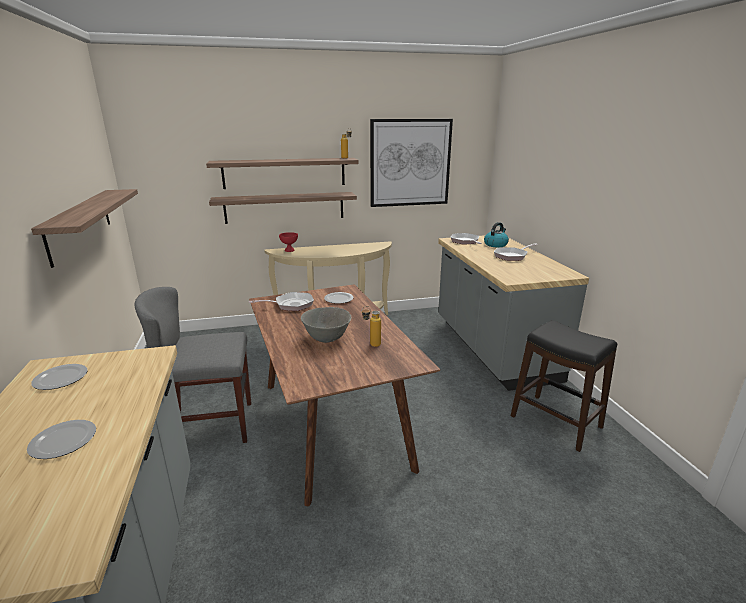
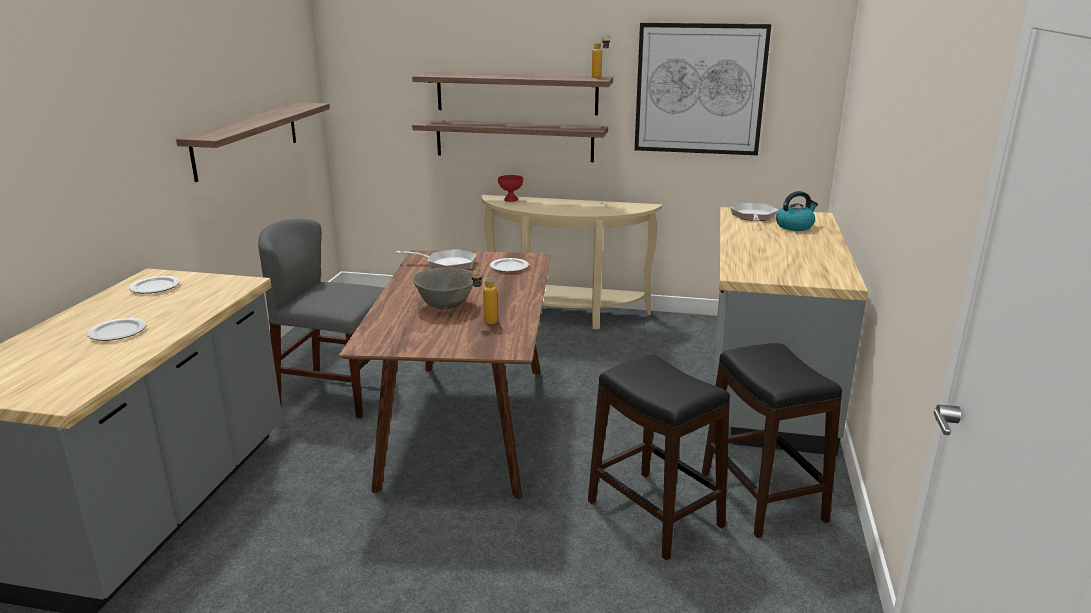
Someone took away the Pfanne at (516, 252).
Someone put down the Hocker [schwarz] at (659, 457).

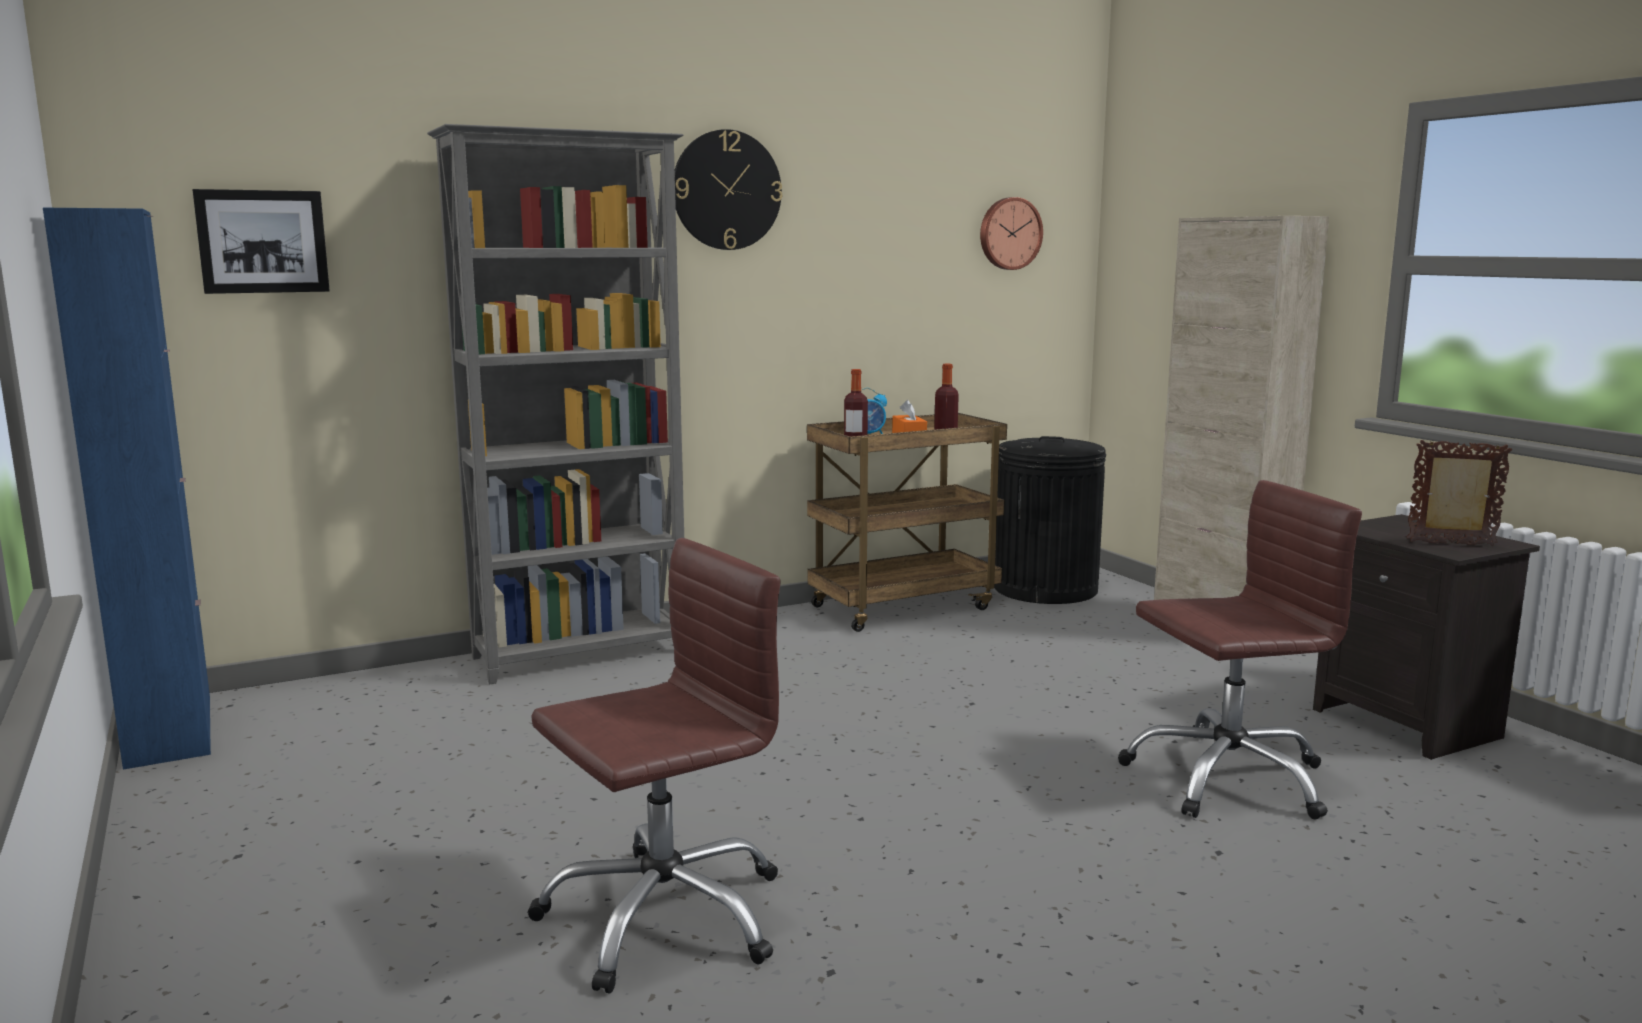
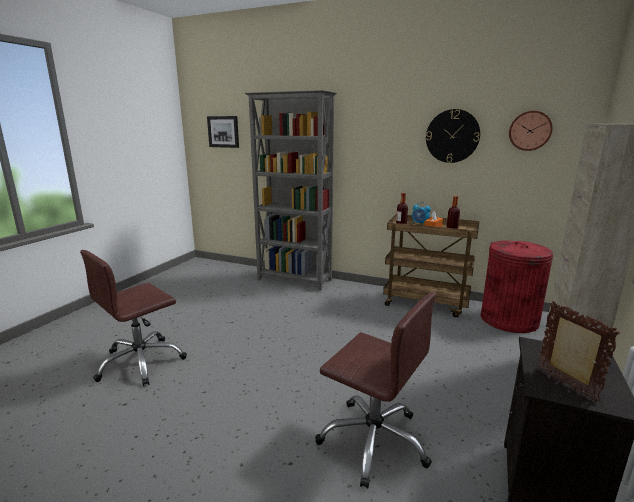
Someone took away the Schrank [blau] at (127, 489).
Someone carried the Wanduhr from (728, 189) to (453, 136).
Someone repainted the Mülleimer [schwarz] at (1050, 520), which became the Mülleimer [rot] at (517, 287).
Someone rotated the Bürostuhl [braun] at (654, 765) by 120 degrees clockwise.

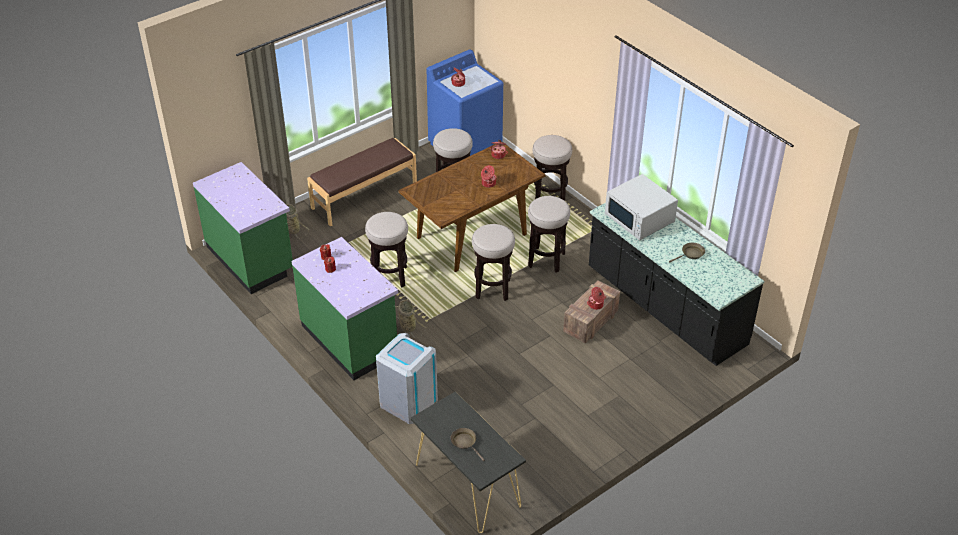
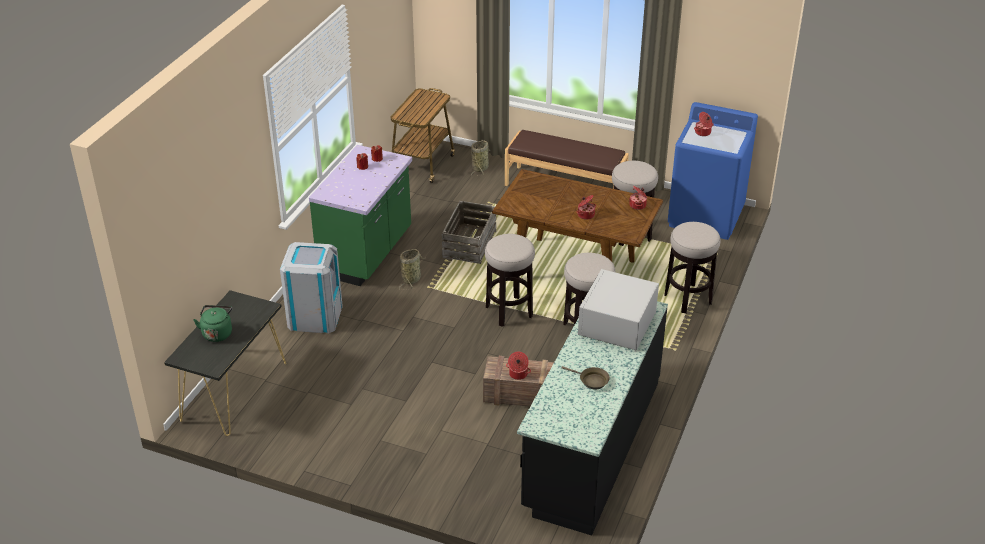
Someone swapped the Küchenzeile [grün] at (243, 228) for the Rollwagen at (423, 135).
Someone swapped the Hocker at (386, 249) for the Kiste at (469, 232).
Someone swapped the Pfanne [braun] at (468, 444) for the Wasserkessel [grün] at (212, 323).

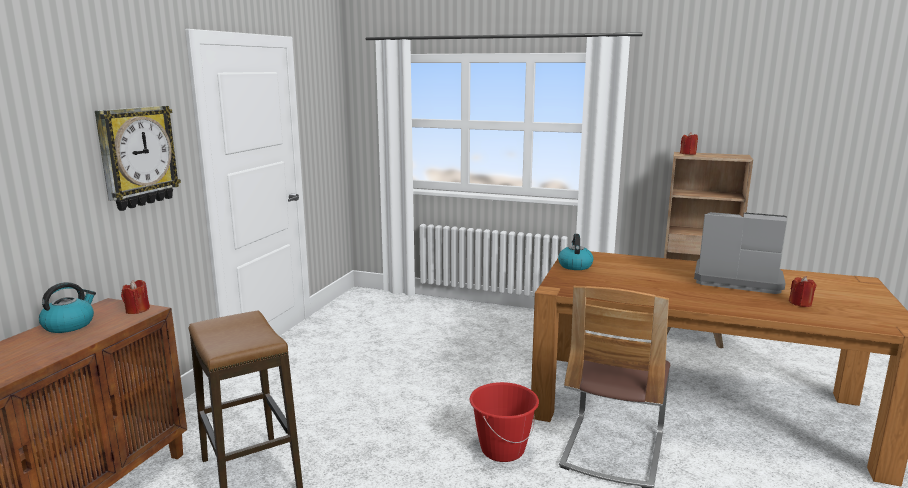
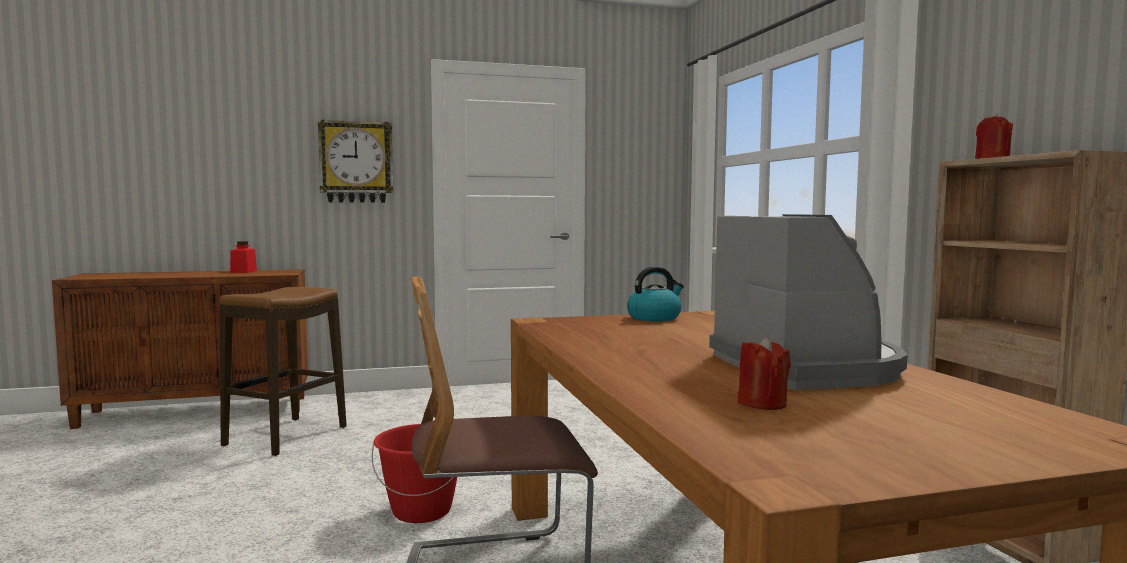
Someone took away the Kerze [rot] at (135, 297).
Someone swapped the Wasserkessel at (67, 307) for the Vorratsglas [rot] at (243, 257).

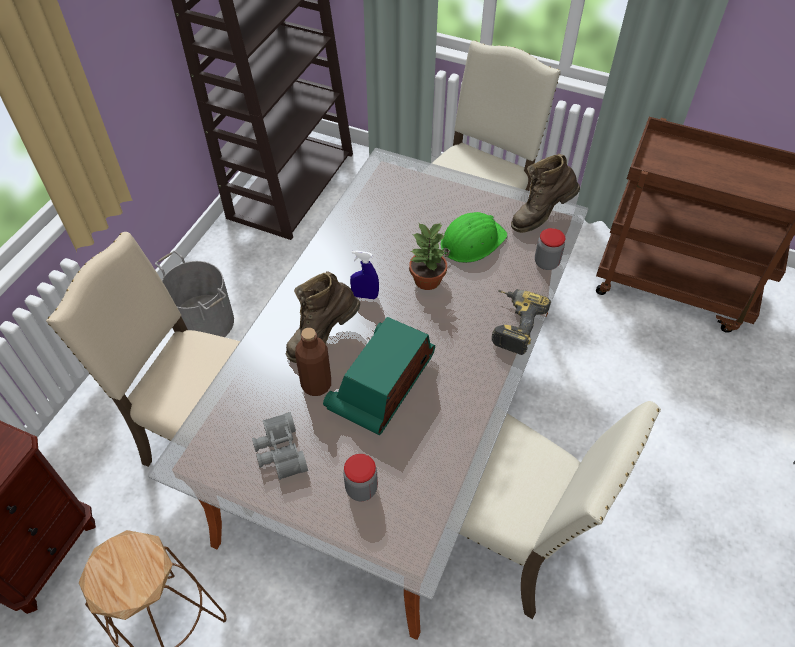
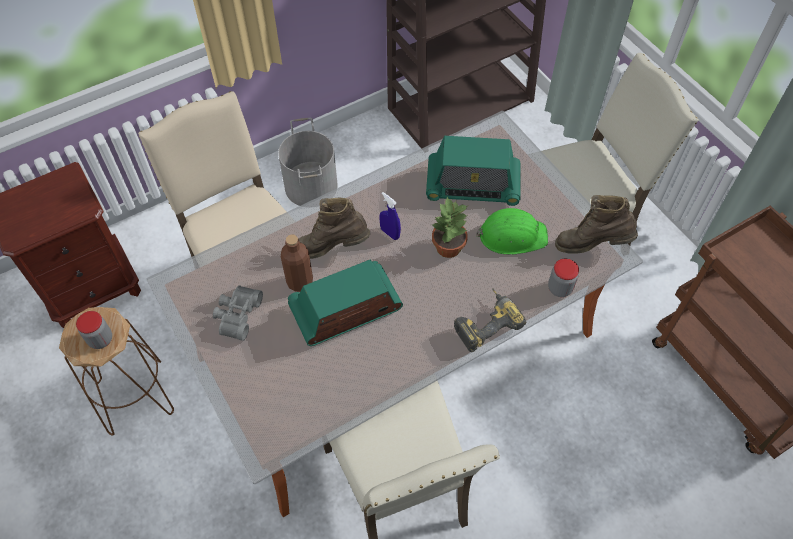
Someone put down the Radio at (473, 171).
Someone carried the Vorratsglas from (360, 477) to (94, 330).

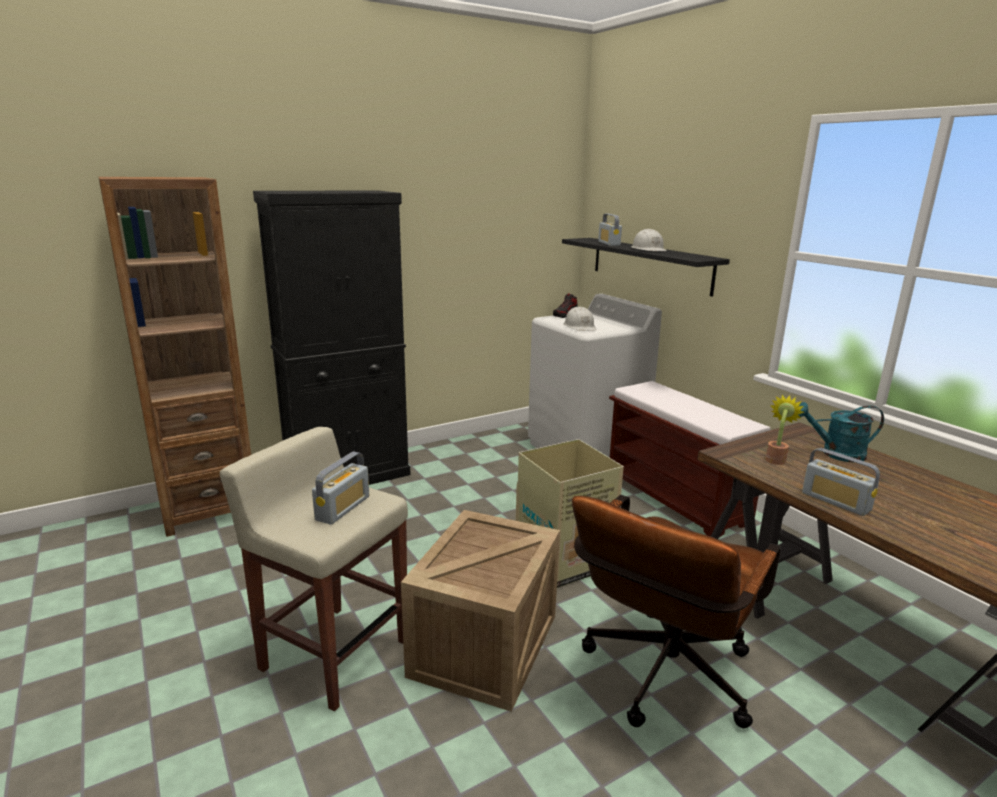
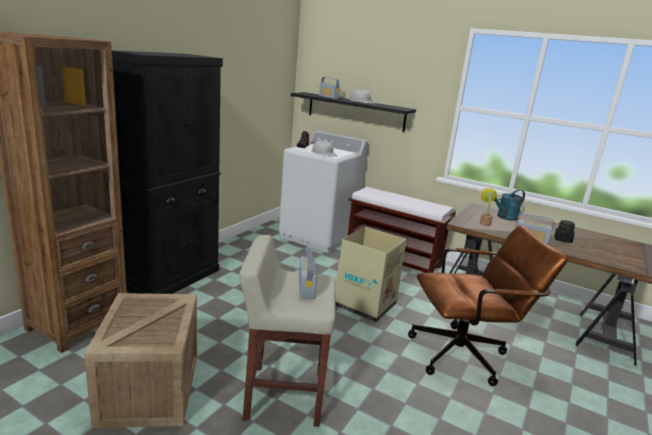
Someone put down the Vorratsglas [schwarz] at (564, 231).
Someone carried the Kiste from (480, 611) to (140, 360).
Someone rotated the Bürostuhl [braun] at (676, 612) by 105 degrees counterclockwise.

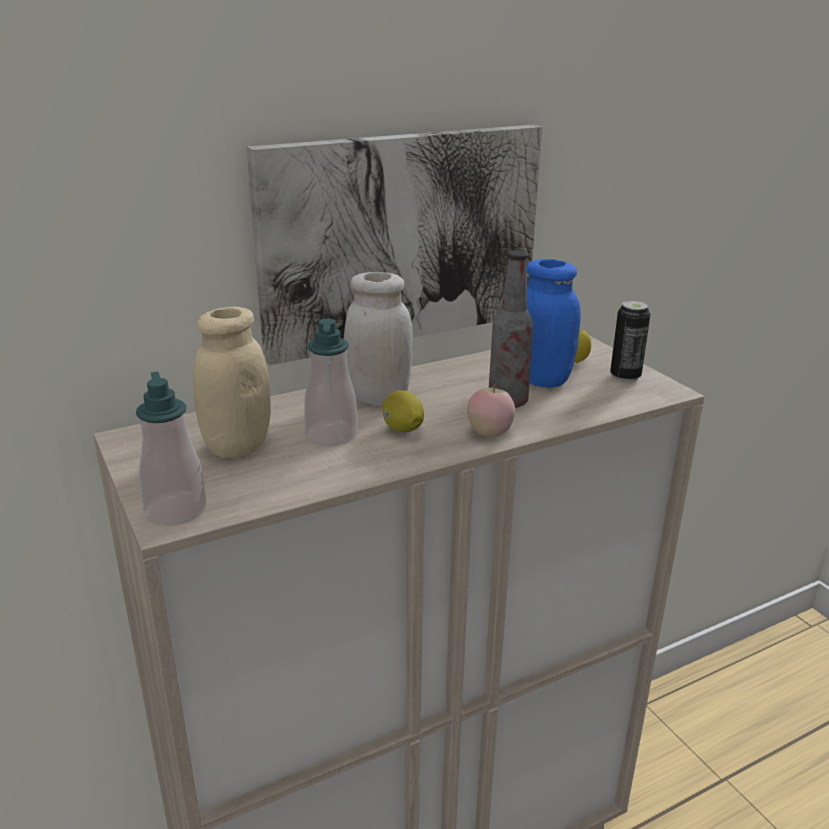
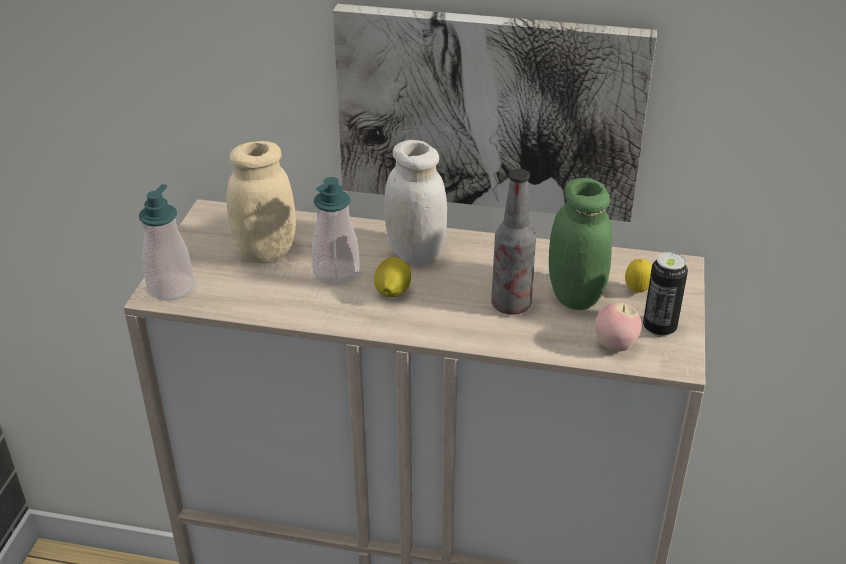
Someone carried the Apfel from (491, 410) to (618, 327).
Someone repainted the Vorratsglas [blau] at (554, 323), which became the Vorratsglas [grün] at (580, 244).

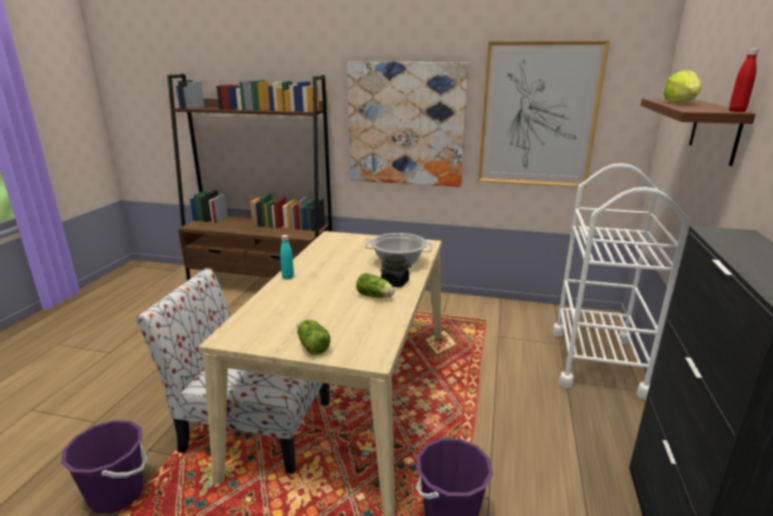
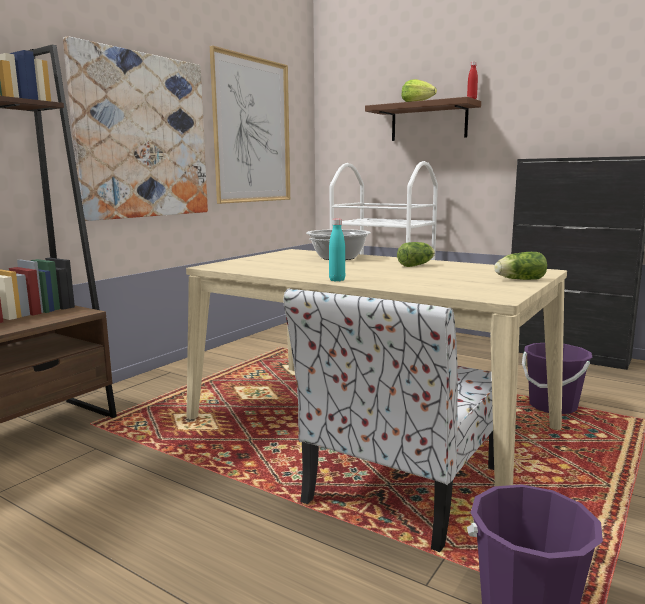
Someone took away the Vorratsglas [schwarz] at (396, 270).

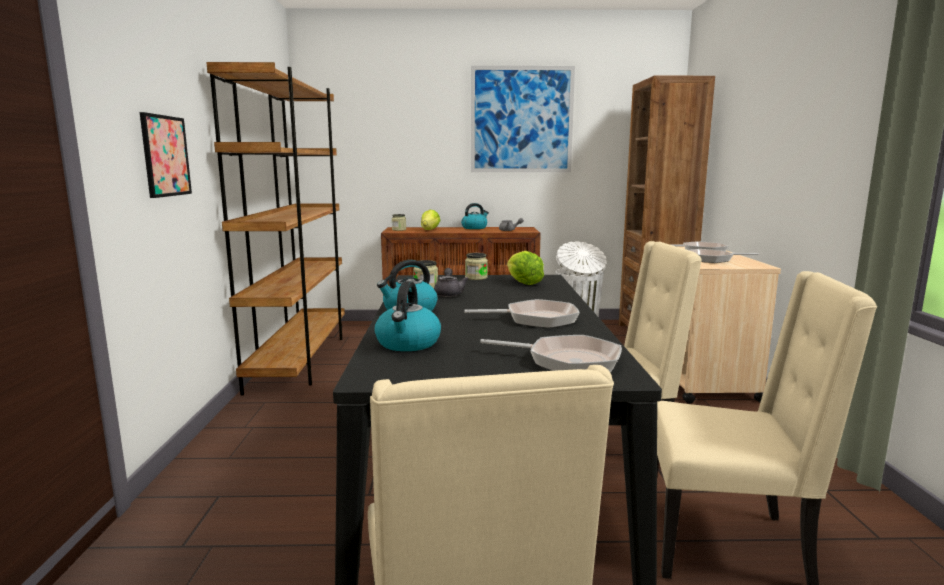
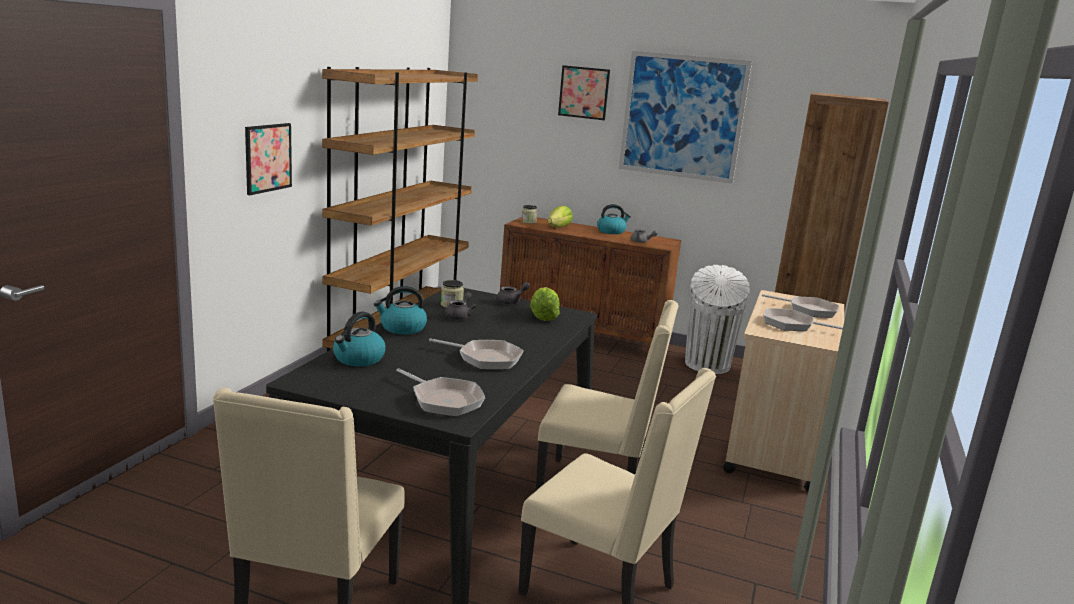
Someone put up the Bild at (584, 92).
Someone swapped the Vorratsglas at (476, 266) for the Teekanne [grau] at (513, 293).

